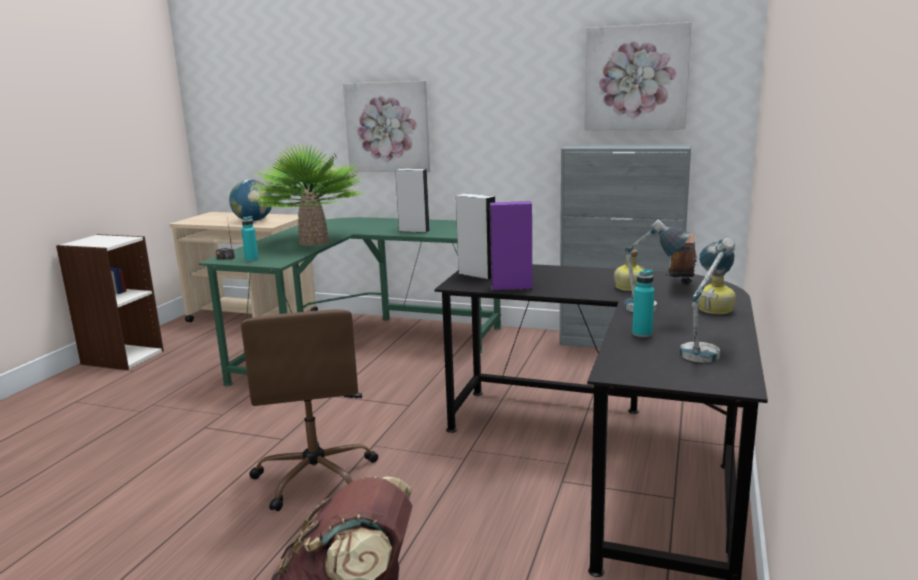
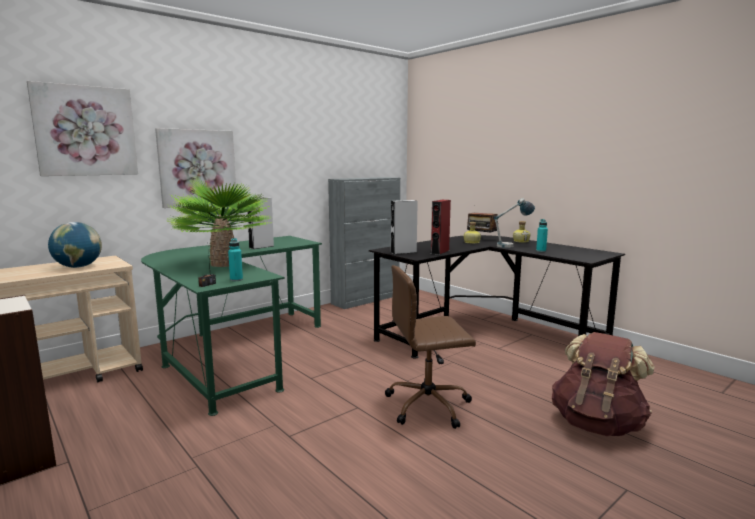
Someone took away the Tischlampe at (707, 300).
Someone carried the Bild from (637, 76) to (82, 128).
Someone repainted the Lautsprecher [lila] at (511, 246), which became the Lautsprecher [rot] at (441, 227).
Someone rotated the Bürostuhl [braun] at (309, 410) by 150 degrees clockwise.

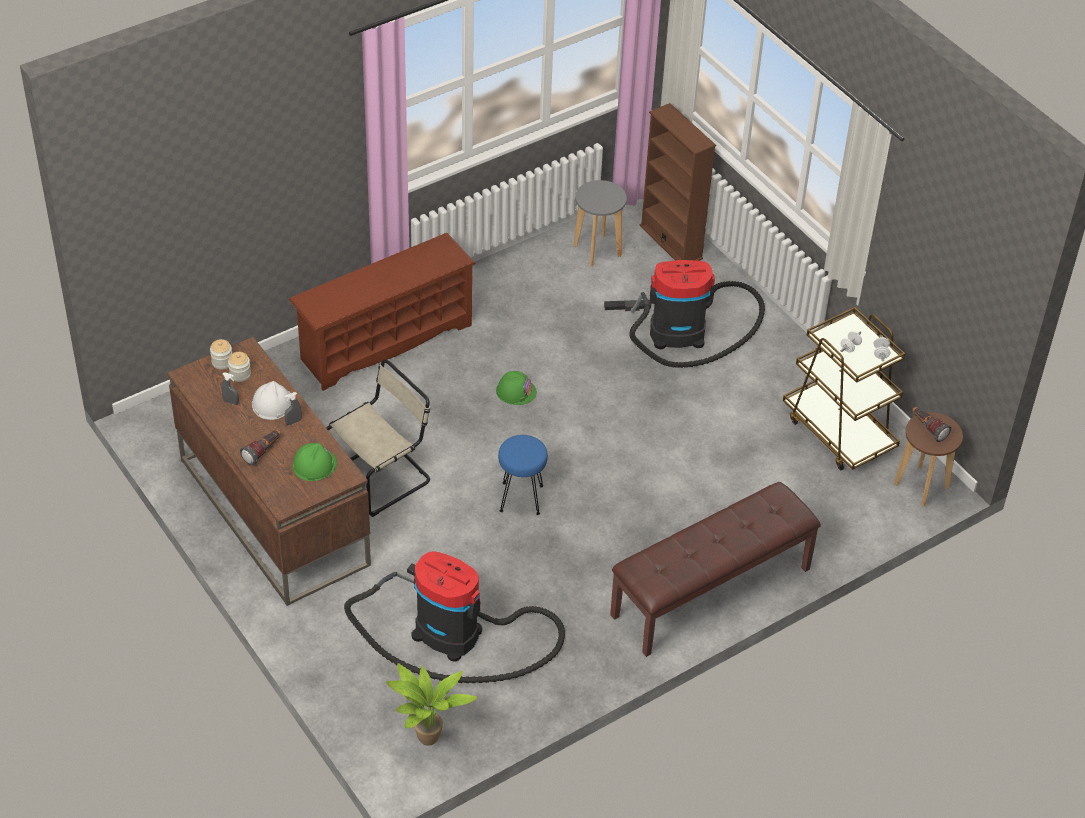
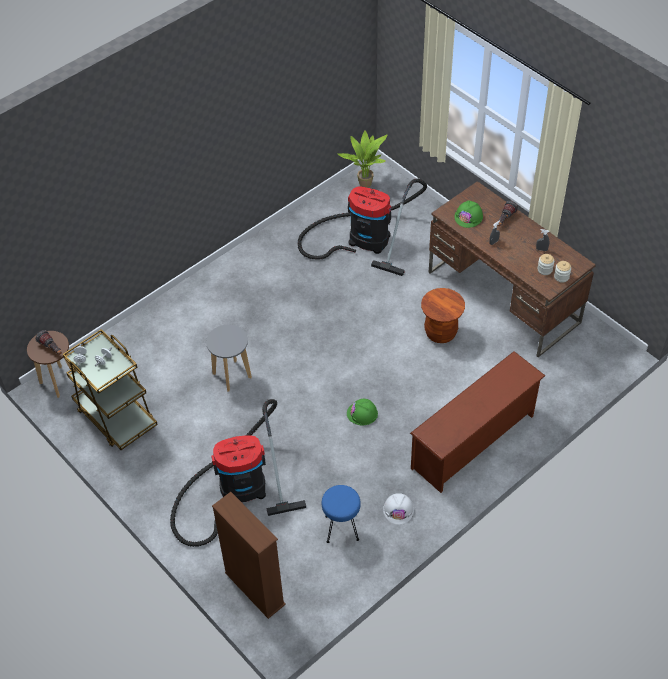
Someone took away the Bank [braun] at (715, 569).
Someone carried the Schutzhelm [weiß] from (271, 400) to (398, 509).
Someone carried the Hocker [blau] from (523, 475) to (341, 514).
Someone carried the Hocker [grau] from (600, 223) to (229, 358).
Someone swapped the Stuhl [beige] at (378, 438) for the Hocker [braun] at (443, 315).

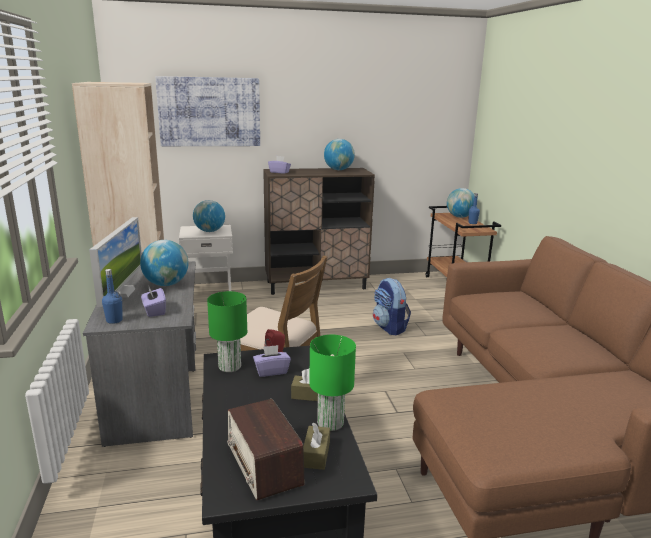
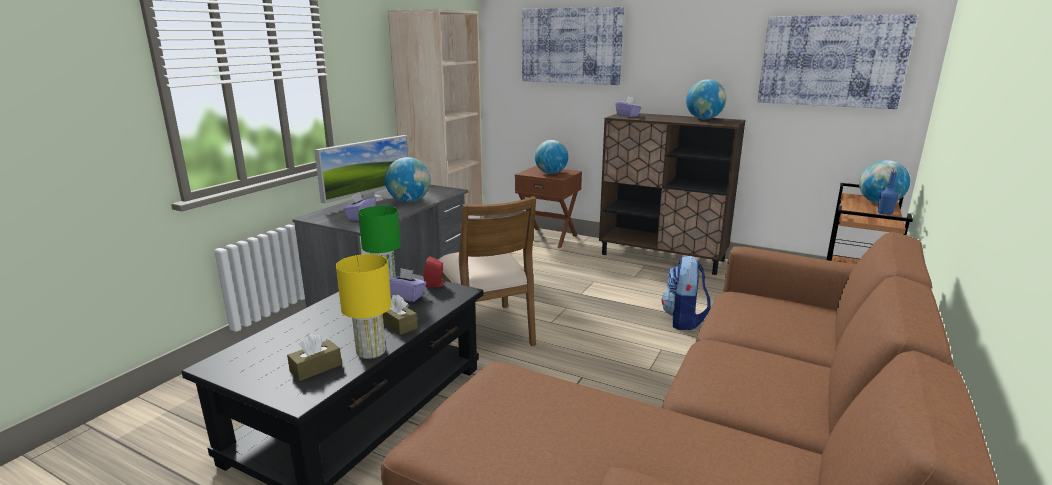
Someone took away the Flasche [blau] at (112, 296).
Someone took away the Radio at (266, 449).
Someone put up the Bild at (837, 61).
Someone repainted the Nachttisch [weiß] at (206, 258), which became the Nachttisch [braun] at (548, 207).
Someone repainted the Tischlampe [grün] at (332, 383), which became the Tischlampe [gelb] at (363, 306).

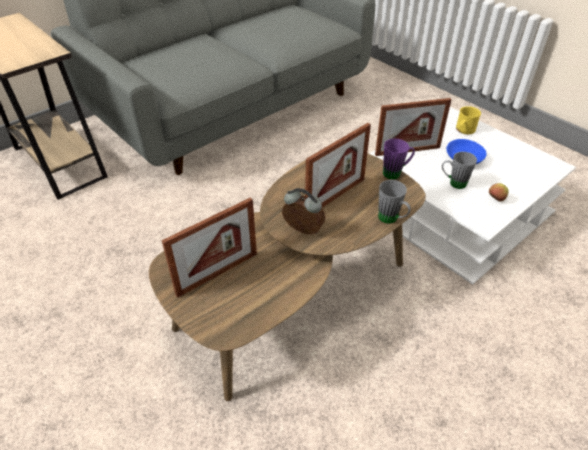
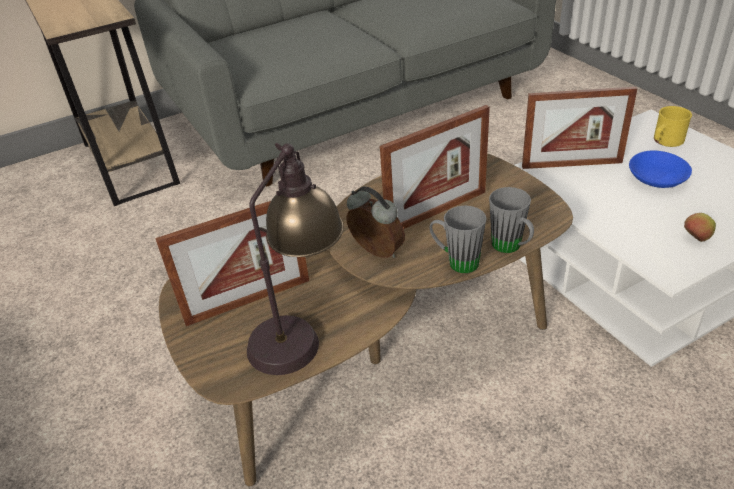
Someone took away the Henkelbecher [lila] at (399, 159).
Someone put down the Tischlampe at (295, 259).
Someone carried the Henkelbecher [grau] from (459, 170) to (458, 239).

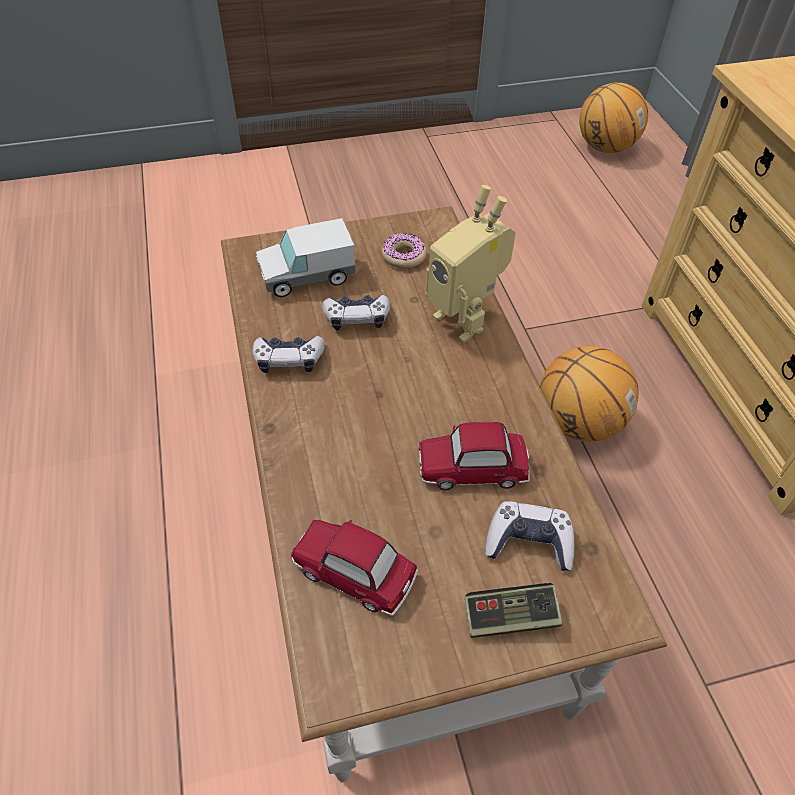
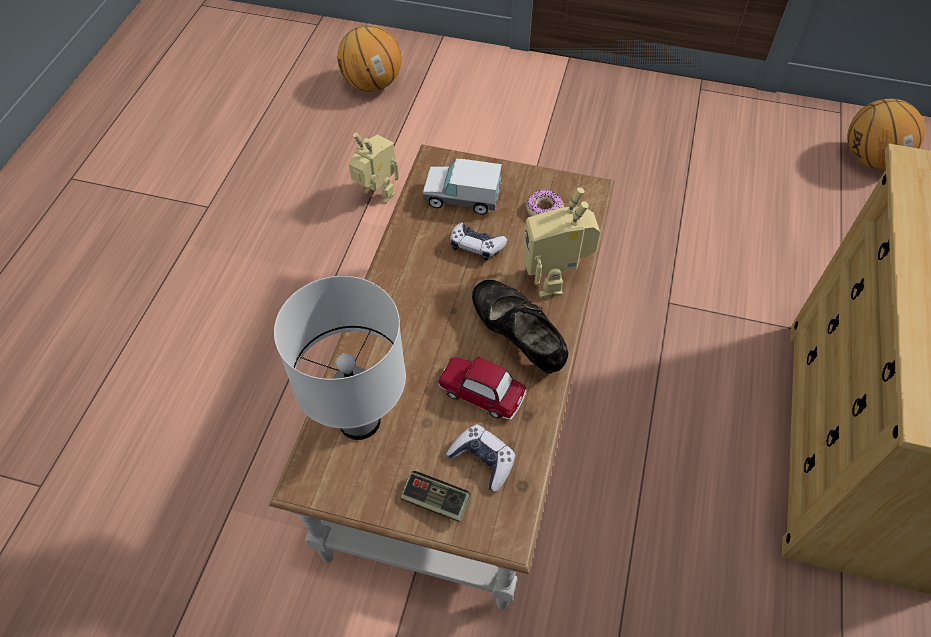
Someone took away the Gamepad at (289, 354).
Someone put down the Spielzeugroboter at (374, 168).
Someone put down the Schuh [schwarz] at (520, 327).
Someone carried the Basketball from (589, 394) to (369, 58).
Someone swapped the Spielzeugauto at (354, 568) for the Tischlampe [weiß] at (340, 358).

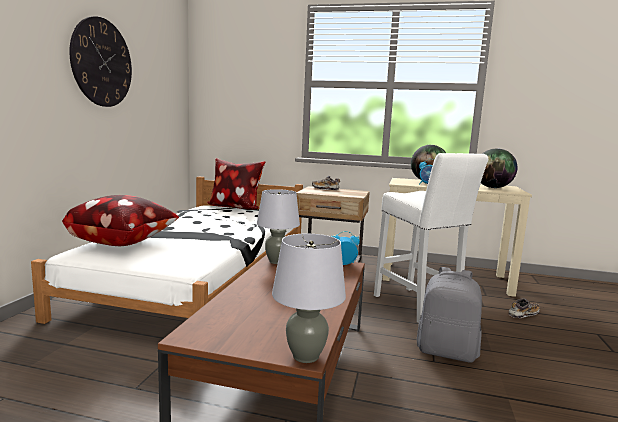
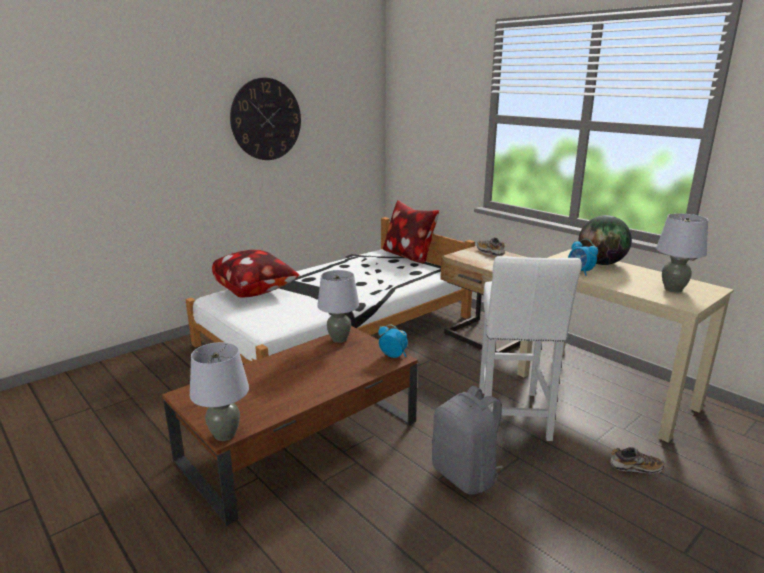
Someone swapped the Globus at (499, 168) for the Tischlampe [grau] at (682, 253).

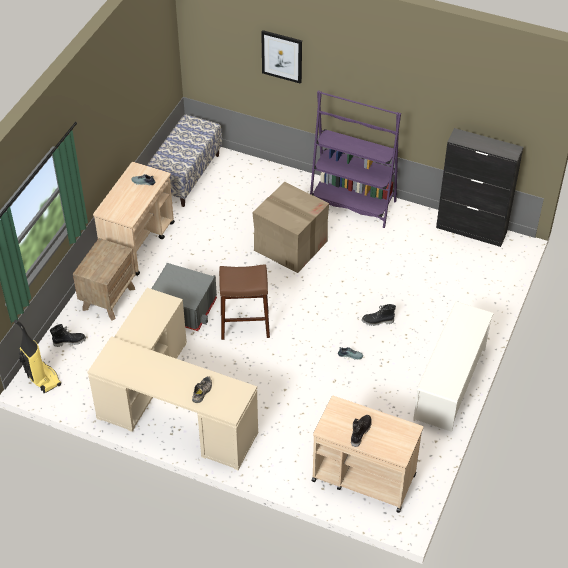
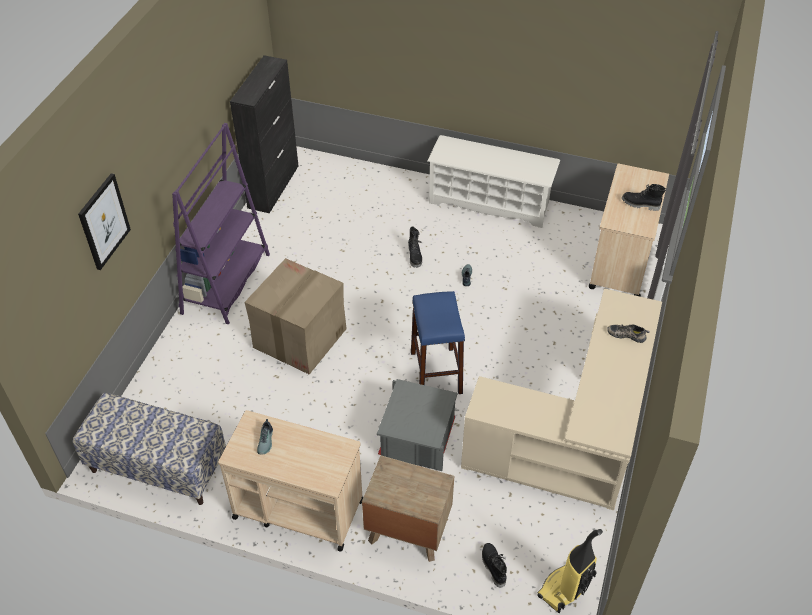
Someone repainted the Hocker [braun] at (244, 302), which became the Hocker [blau] at (438, 342).

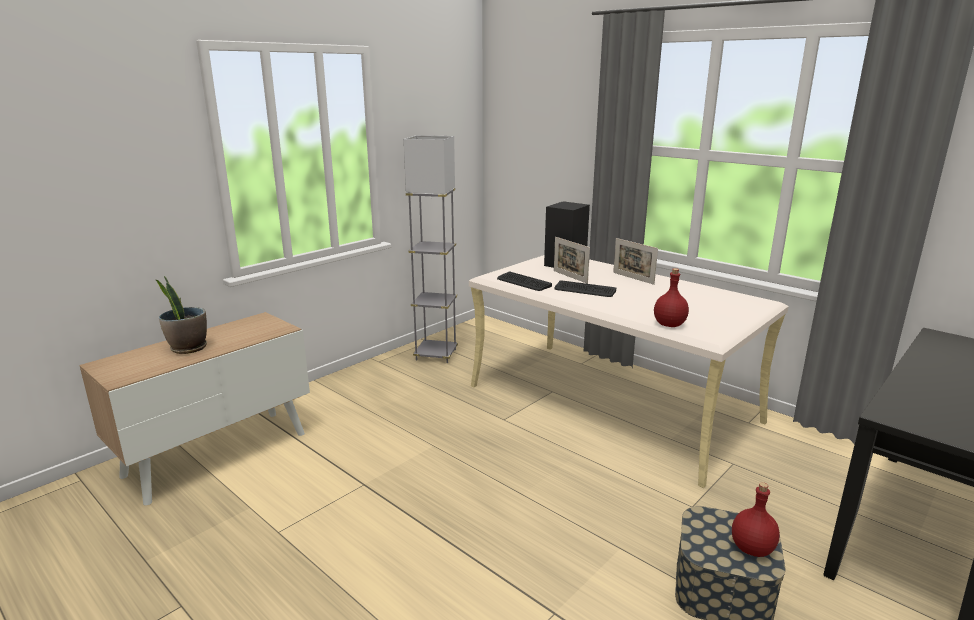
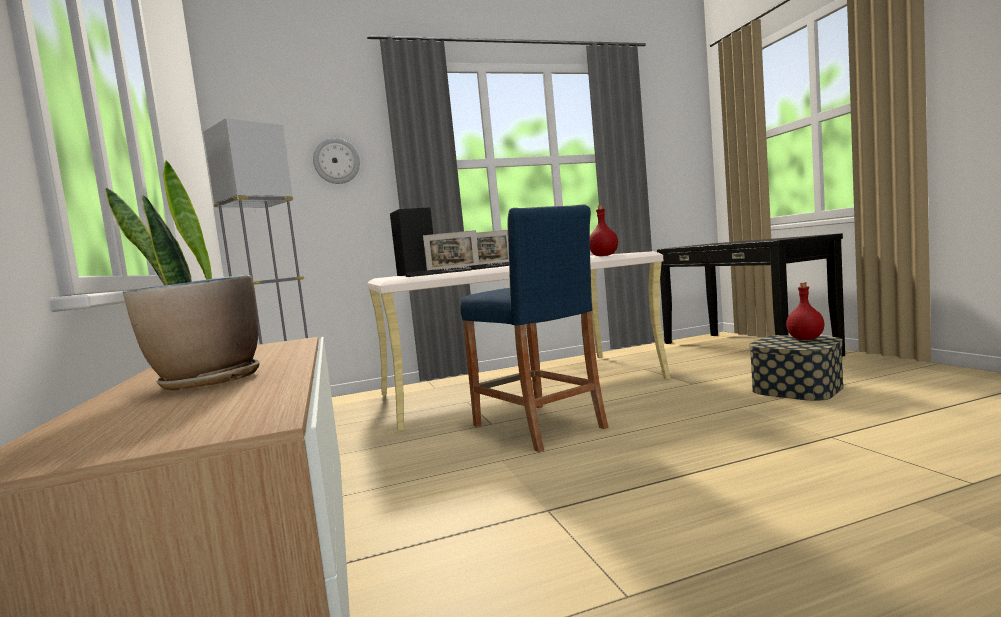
Someone put up the Wanduhr at (336, 161).
Someone put down the Hocker [blau] at (535, 328).

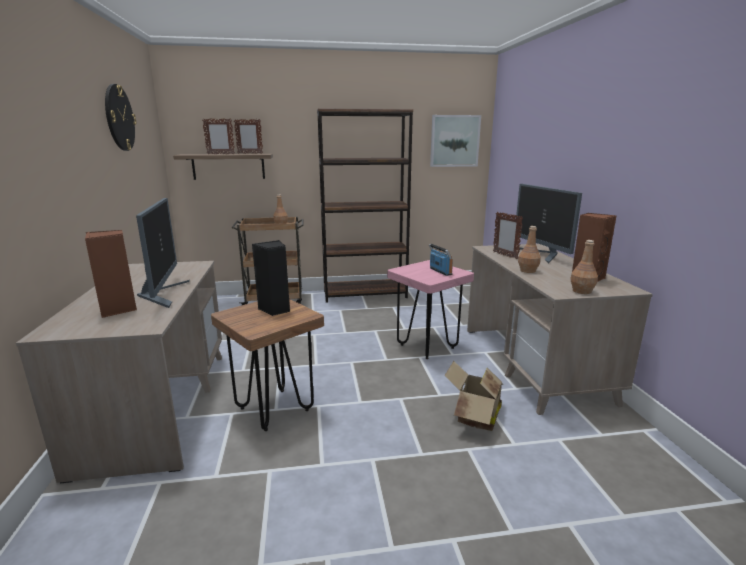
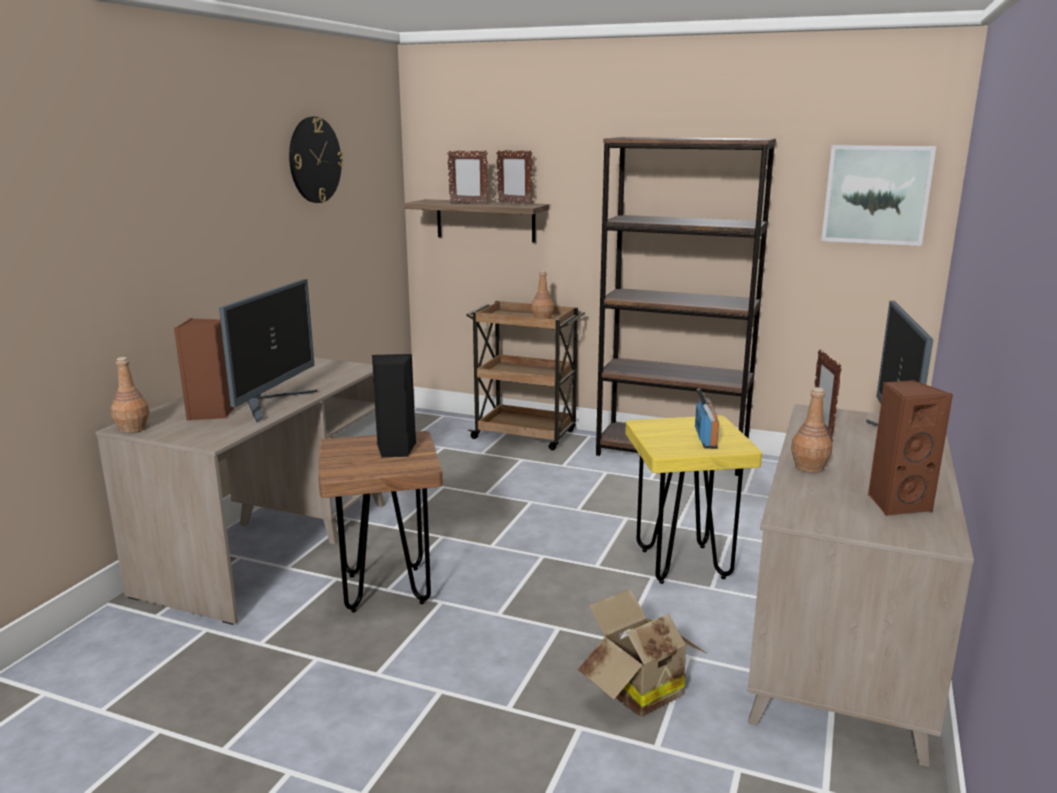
Someone carried the Flasche [braun] from (584, 267) to (130, 395).
Someone repainted the Hocker [rosa] at (430, 309), which became the Hocker [gelb] at (693, 499).

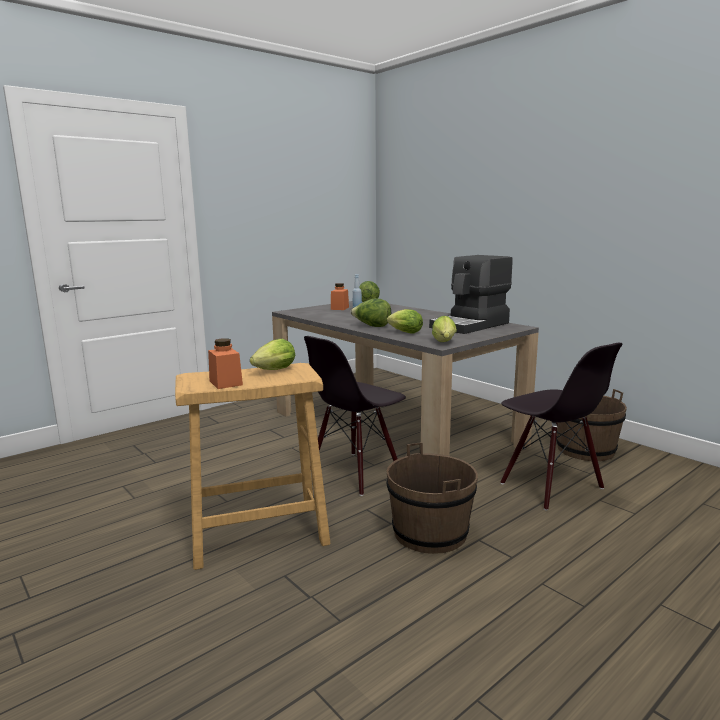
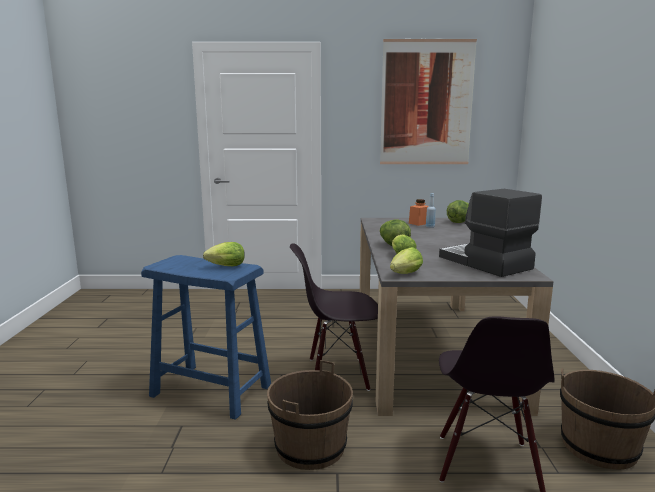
Someone took away the Vorratsglas [orange] at (225, 363).
Someone put up the Bild at (428, 101).
Someone repainted the Hocker [beige] at (253, 466), which became the Hocker [blau] at (206, 337).
Someone rotated the Kaffeemaschine at (471, 294) by 60 degrees clockwise.

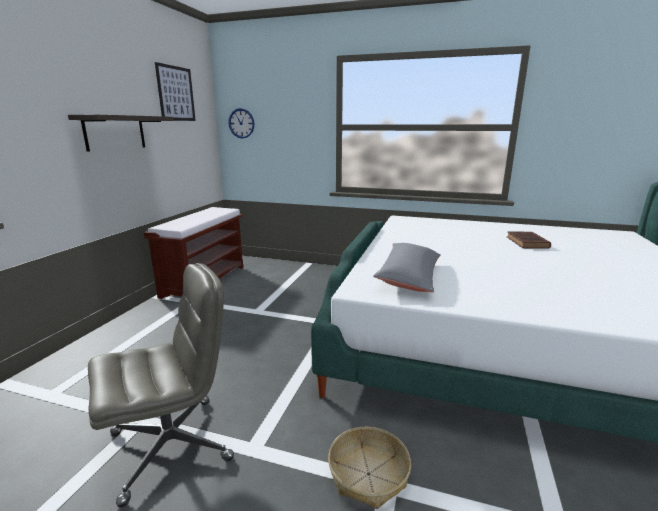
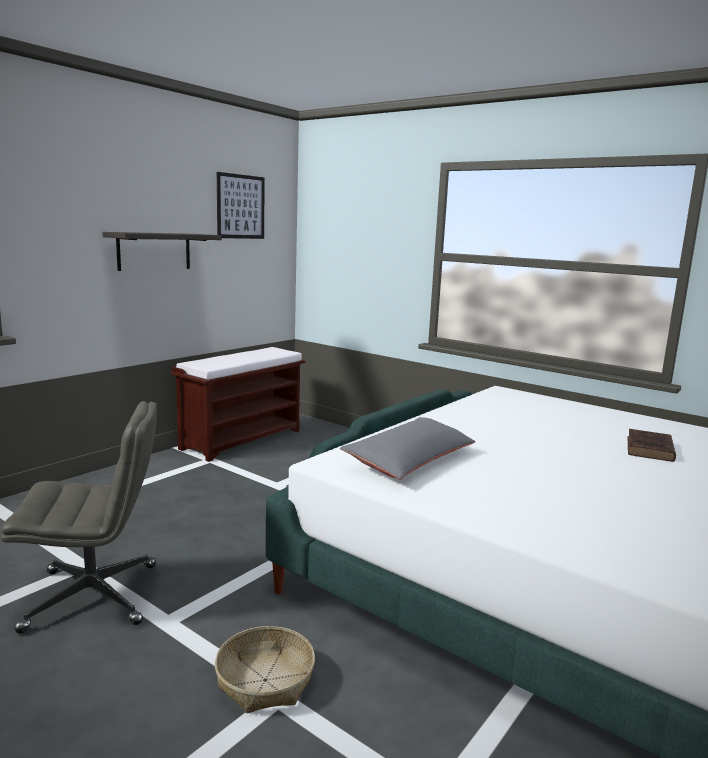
Someone took away the Wanduhr at (241, 123).

